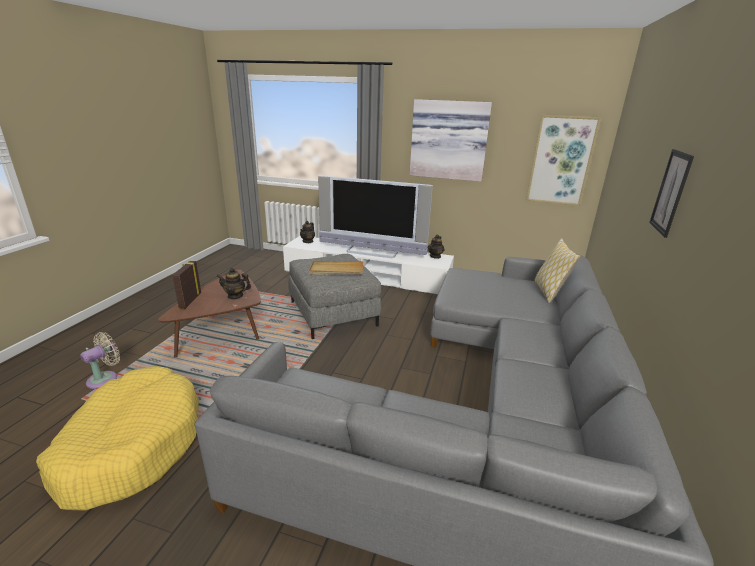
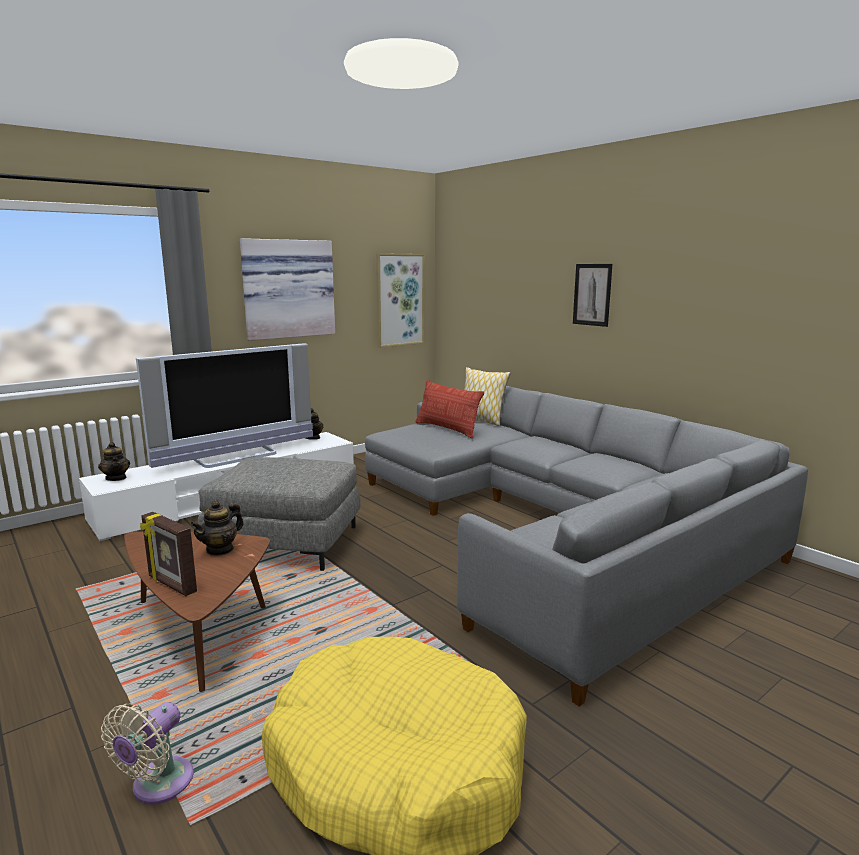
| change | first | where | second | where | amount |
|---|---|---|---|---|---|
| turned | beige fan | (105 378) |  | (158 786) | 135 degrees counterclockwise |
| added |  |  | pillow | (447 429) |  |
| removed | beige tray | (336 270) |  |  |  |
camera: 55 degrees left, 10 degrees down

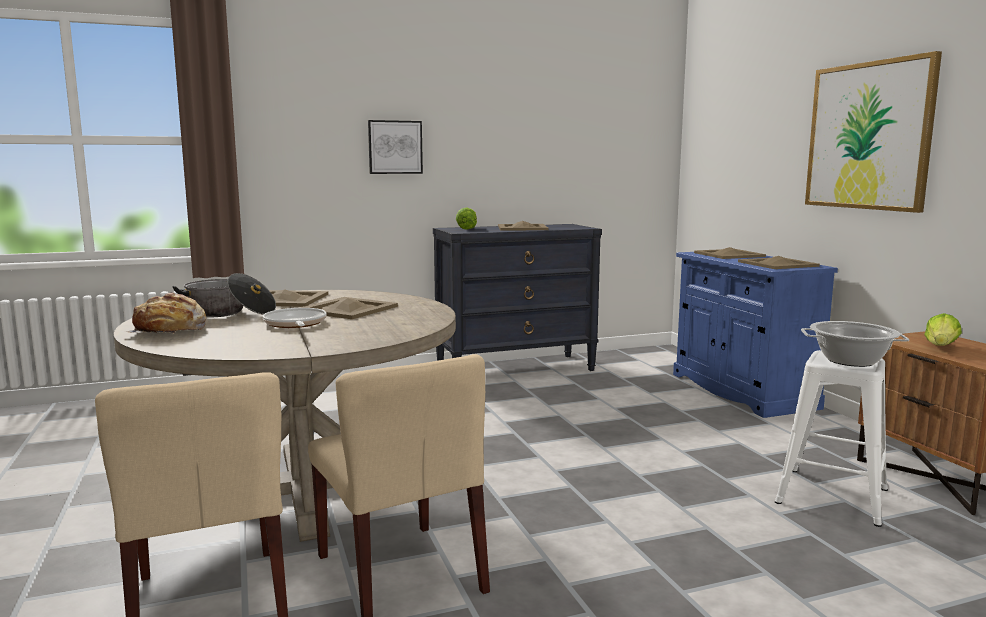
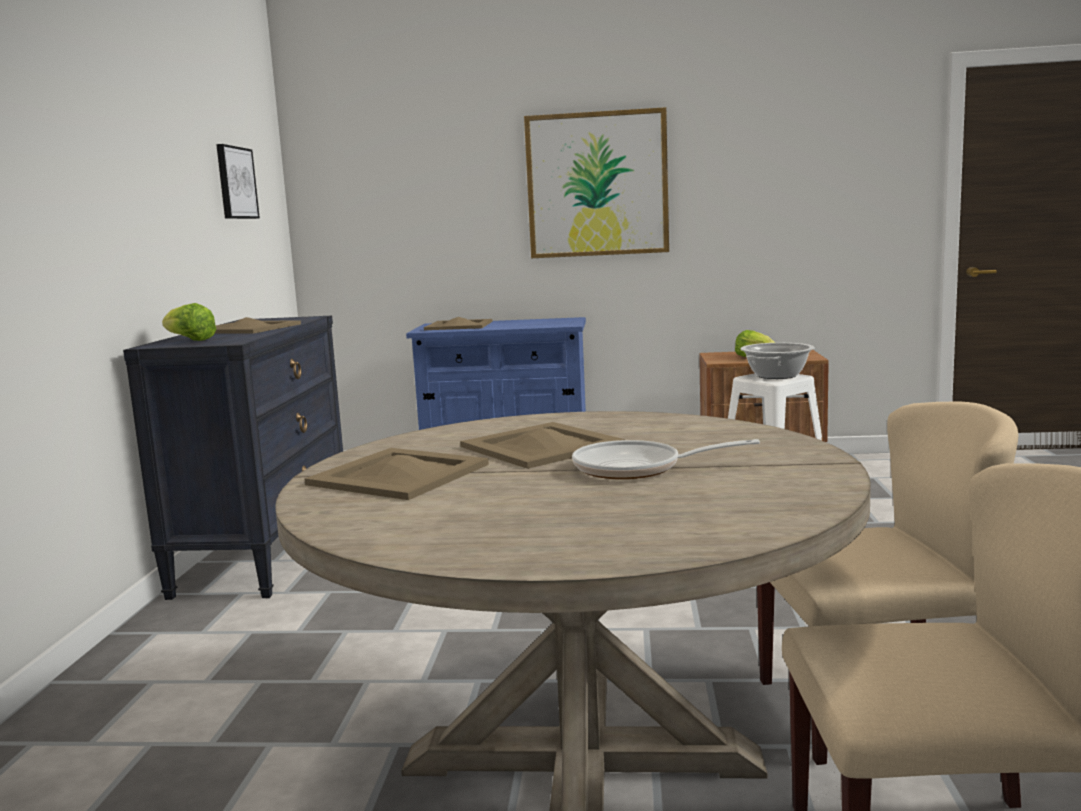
| change | first | where | second | where | amount |
|---|---|---|---|---|---|
| moved | picture | (395 147) |  | (235 183) |  |
| removed | bread | (170 330) |  |  |  |
| removed | cooking pot | (229 313) |  |  |  |
| removed | beige tray | (778 264) |  |  |  |
camera: 65 degrees left, 0 degrees up

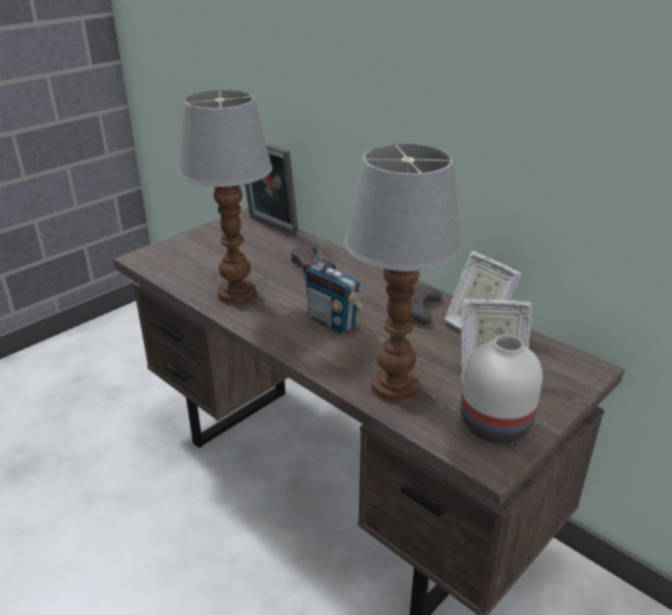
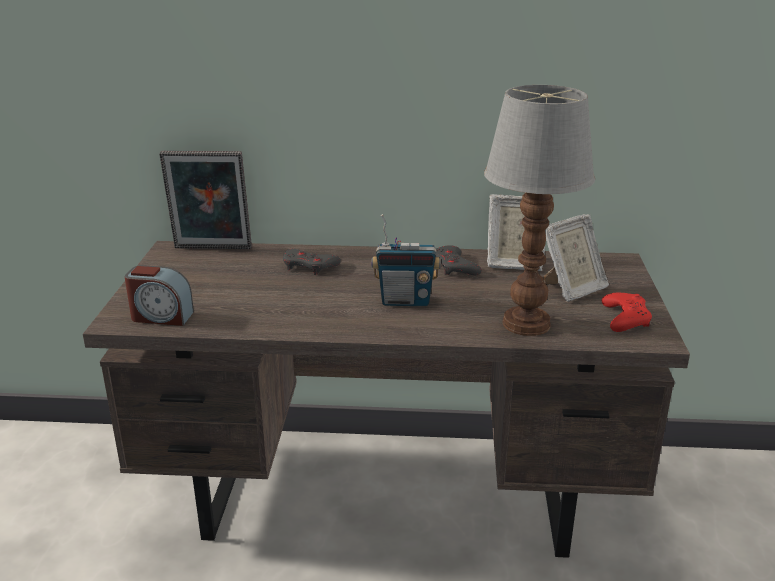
| change | first | where | second | where | amount |
|---|---|---|---|---|---|
| added |  |  | alarm clock | (161 316) |  |
| replaced | white vase | (495 426) | red game controller | (625 318) |  |
| removed | table lamp | (236 294) |  |  |  |
camera: 40 degrees left, 5 degrees down

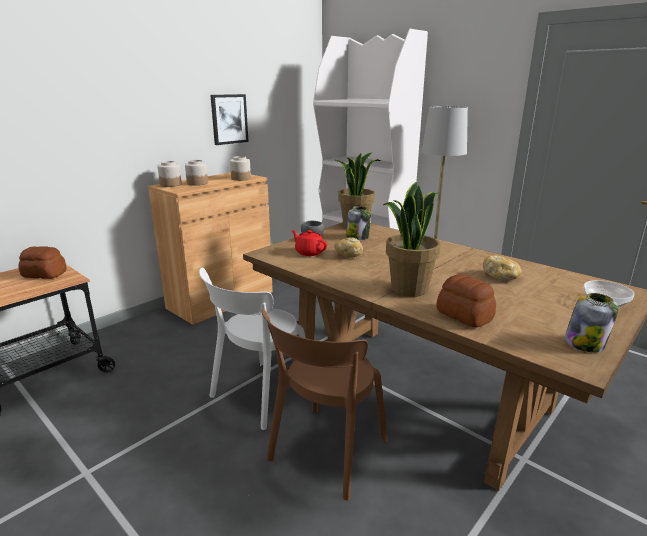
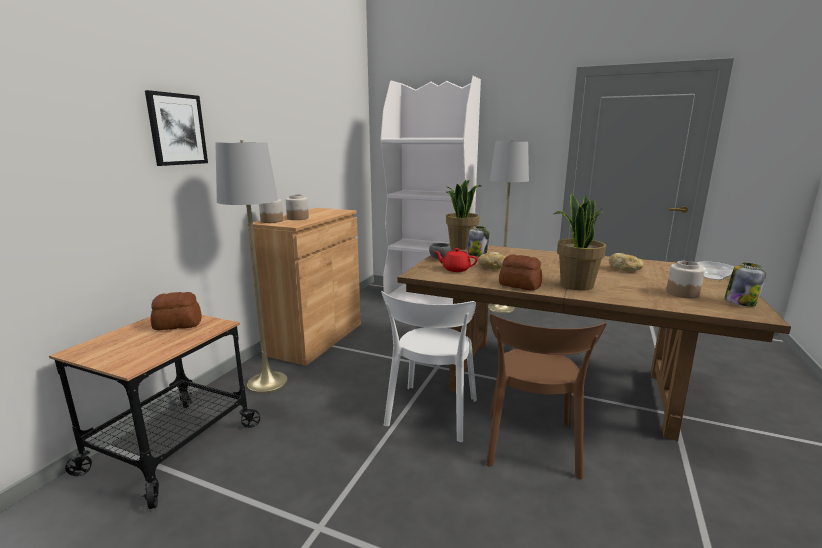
| change | first | where | second | where | amount |
|---|---|---|---|---|---|
| moved | picture | (229 119) |  | (177 129) |  |
| added |  |  | grey floor lamp | (267 382) |  |
| moved | bread | (464 315) |  | (519 285) |  |
| moved | jar | (241 178) |  | (682 293) |  |
camera: 20 degrees left, 5 degrees down

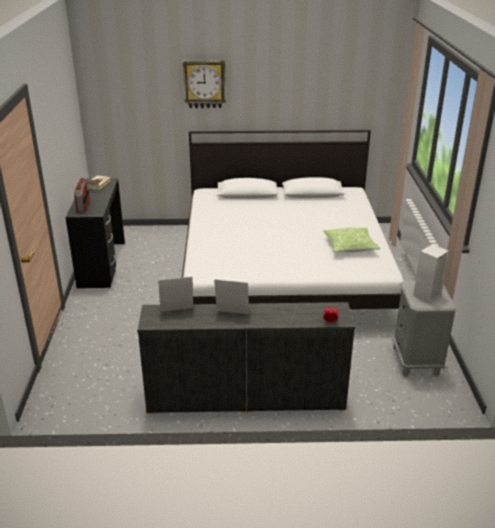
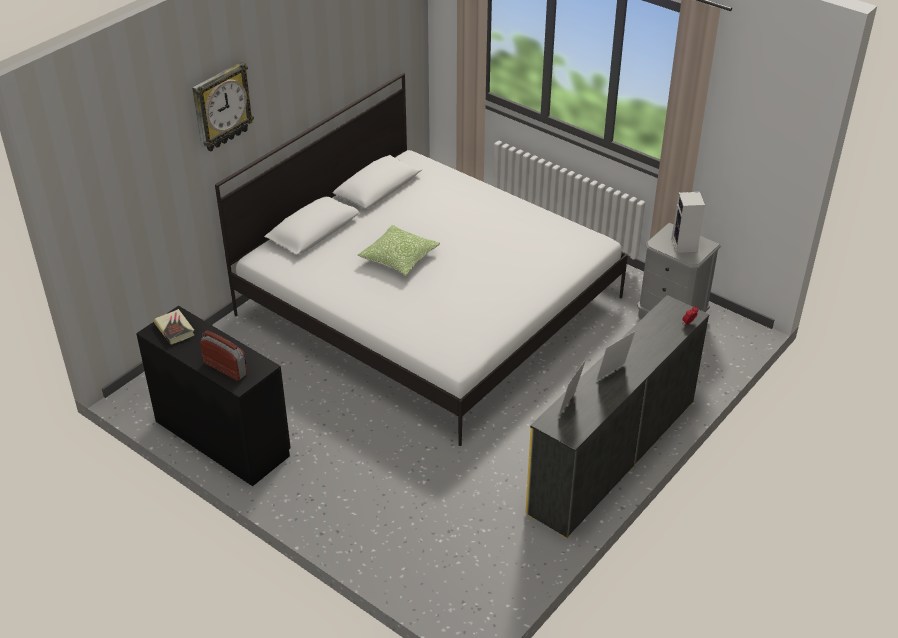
| change | first | where | second | where | amount |
|---|---|---|---|---|---|
| moved | pillow | (350 246) |  | (399 258) |  |
camera: 50 degrees left, 10 degrees up

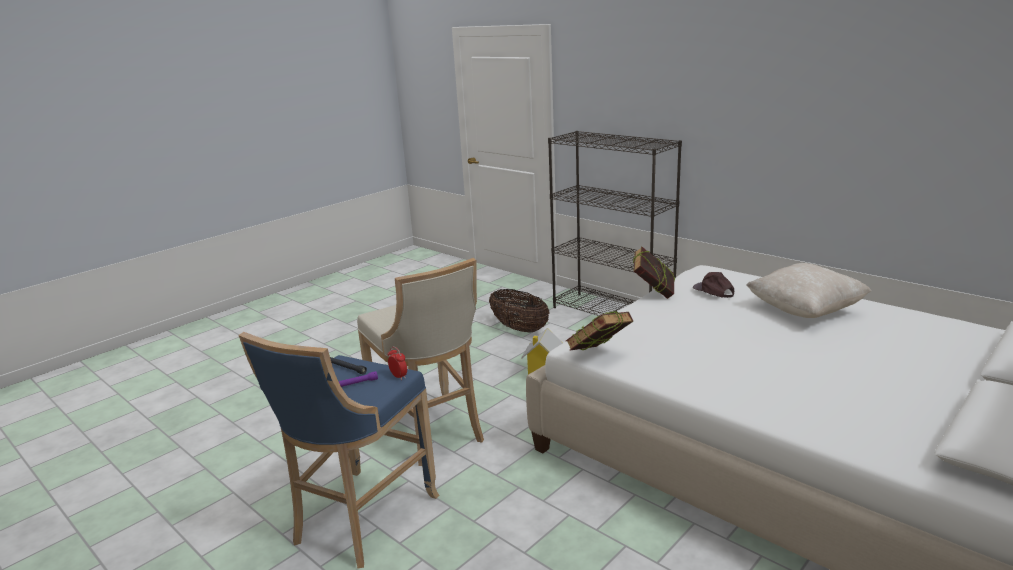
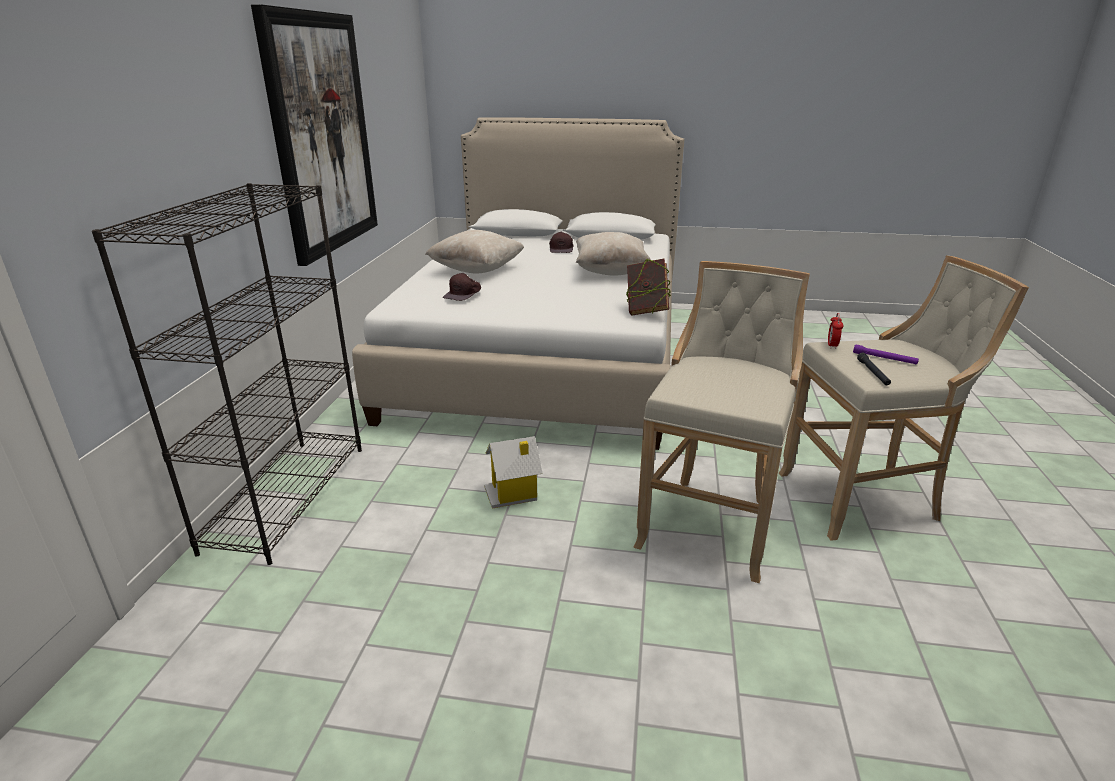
| change | first | where | second | where | amount |
|---|---|---|---|---|---|
| added |  |  | picture | (321 135) |  |
| added |  |  | brown cap | (561 249) |  |
| added |  |  | beige pillow | (610 272) |  |
| recoloured | blue stool | (360 520) | beige stool | (863 499) |  |
| removed | basket | (519 328) |  |  |  |
| removed | book | (653 293) |  |  |  |
camera: 125 degrees left, 5 degrees up

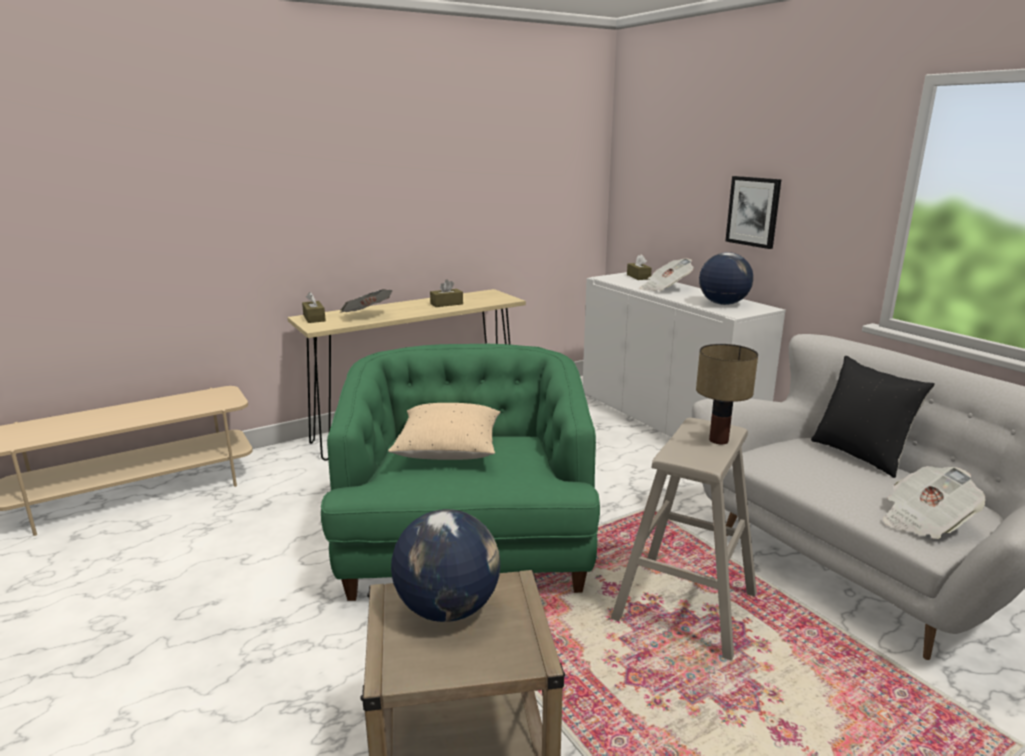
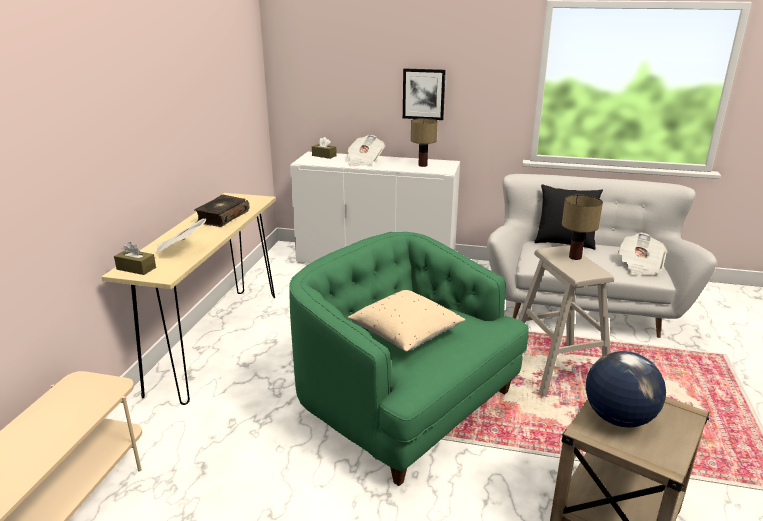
| change | first | where | second | where | amount |
|---|---|---|---|---|---|
| replaced | brown tissue box | (446 304) | book | (222 217) |  |
| replaced | globe | (722 304) | table lamp | (422 165) |  |
camera: 45 degrees left, 5 degrees up

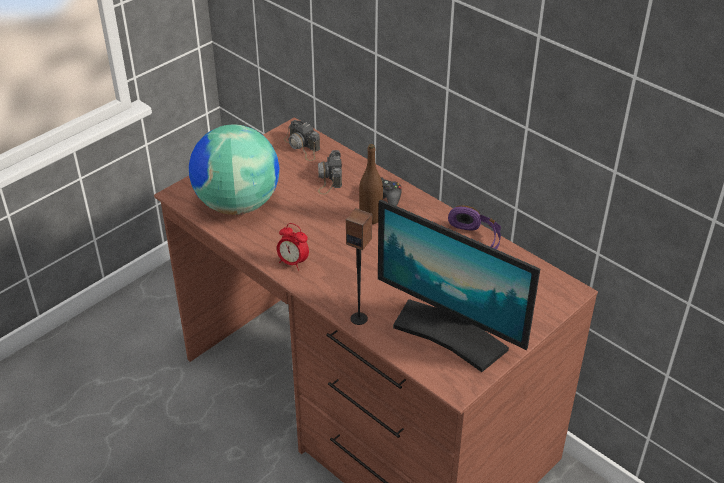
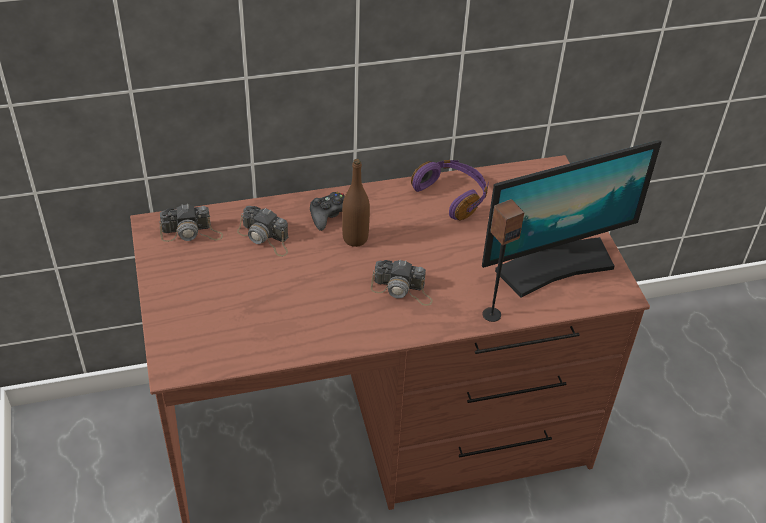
| change | first | where | second | where | amount |
|---|---|---|---|---|---|
| added |  |  | photo camera | (402 290) |  |
| removed | globe | (237 204) |  |  |  |
| removed | alarm clock | (293 263) |  |  |  |
camera: 60 degrees left, 5 degrees up

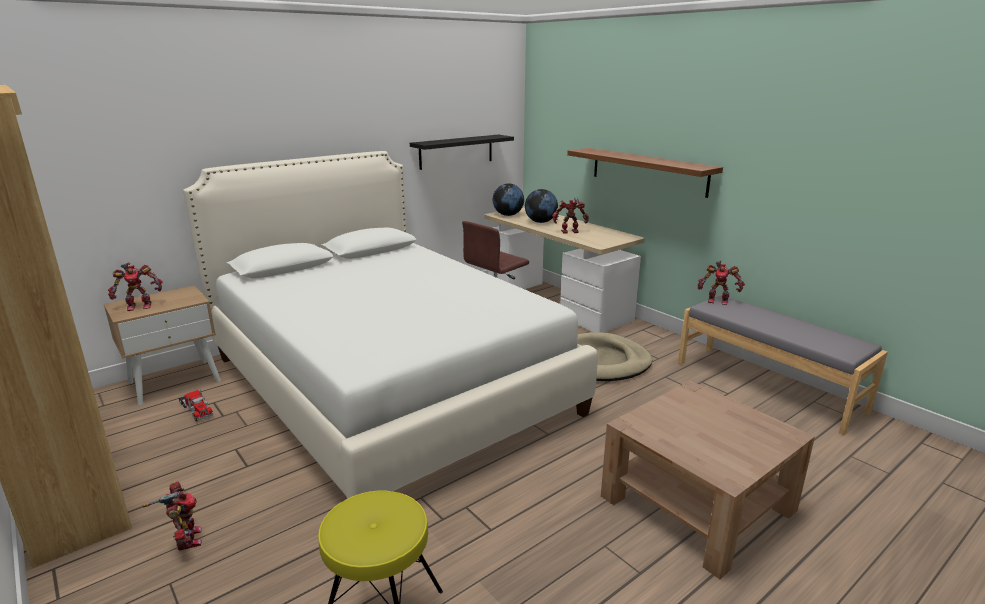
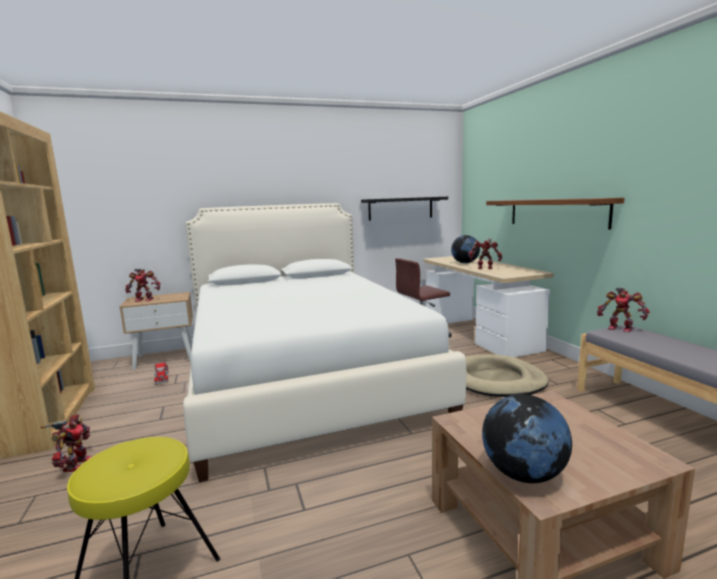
| change | first | where | second | where | amount |
|---|---|---|---|---|---|
| moved | globe | (508 215) |  | (523 474) |  |
camera: 20 degrees right, 10 degrees down

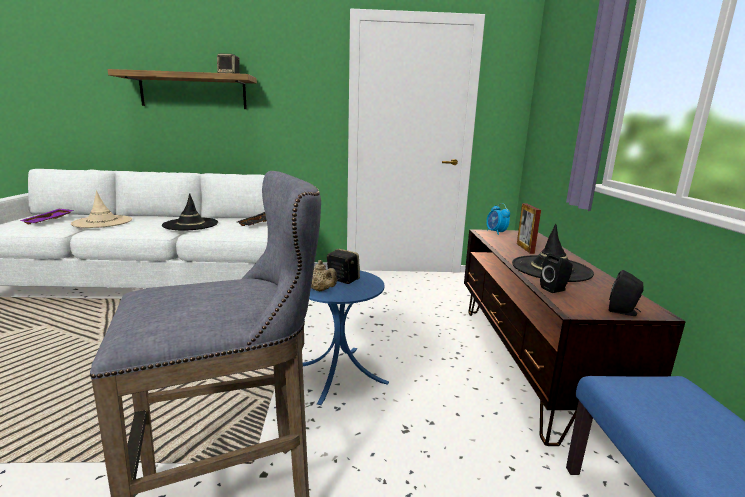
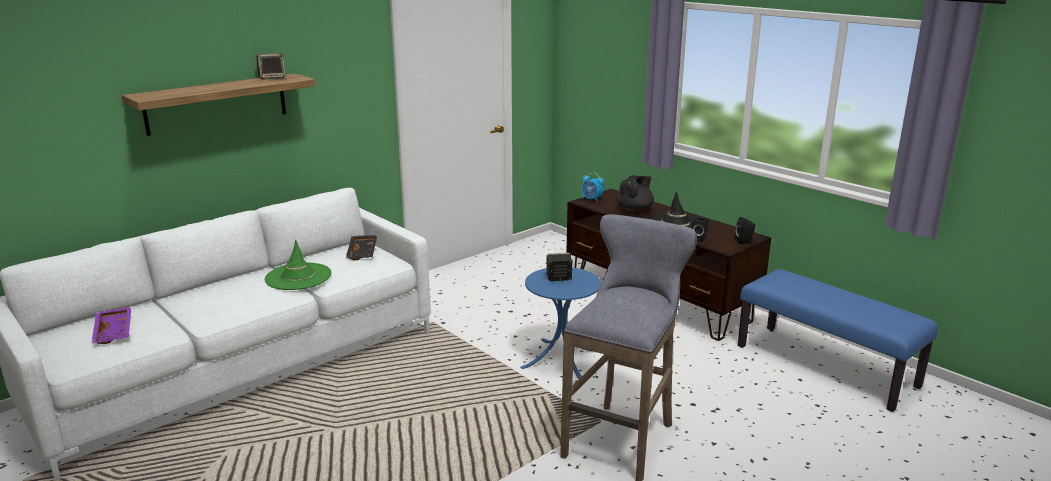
| change | first | where | second | where | amount |
|---|---|---|---|---|---|
| recoloured | black hat | (190 224) | green hat | (298 277) |  |
| replaced | picture frame | (525 248) | black teapot | (635 210) |  |
| removed | beige hat | (102 222) |  |  |  |
| removed | beige teapot | (320 290) |  |  |  |
camera: 40 degrees left, 5 degrees up

